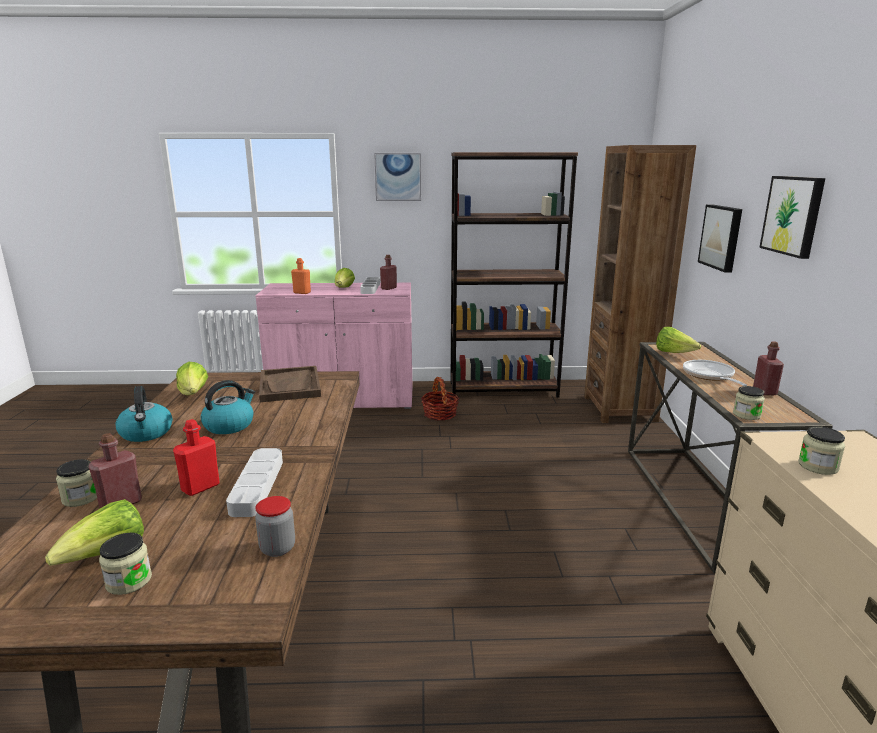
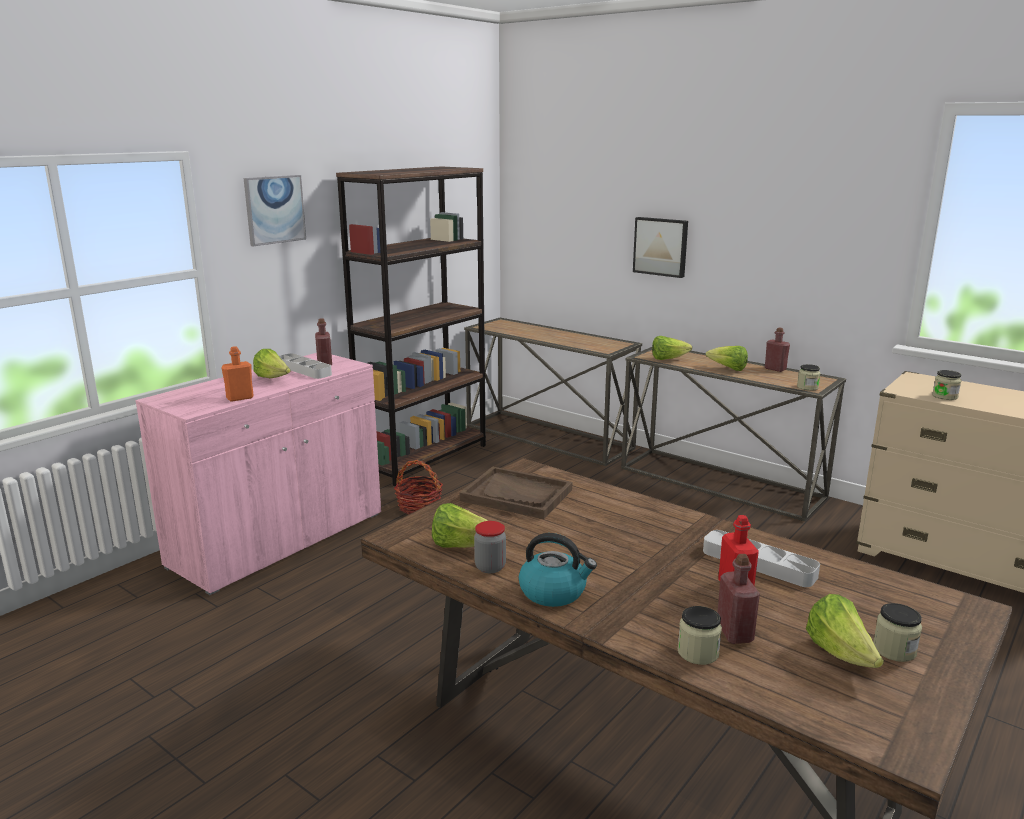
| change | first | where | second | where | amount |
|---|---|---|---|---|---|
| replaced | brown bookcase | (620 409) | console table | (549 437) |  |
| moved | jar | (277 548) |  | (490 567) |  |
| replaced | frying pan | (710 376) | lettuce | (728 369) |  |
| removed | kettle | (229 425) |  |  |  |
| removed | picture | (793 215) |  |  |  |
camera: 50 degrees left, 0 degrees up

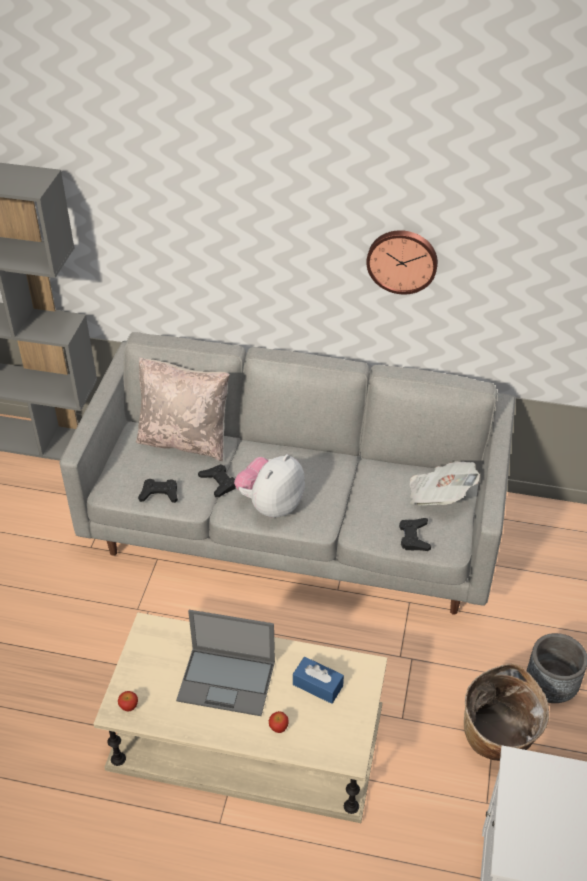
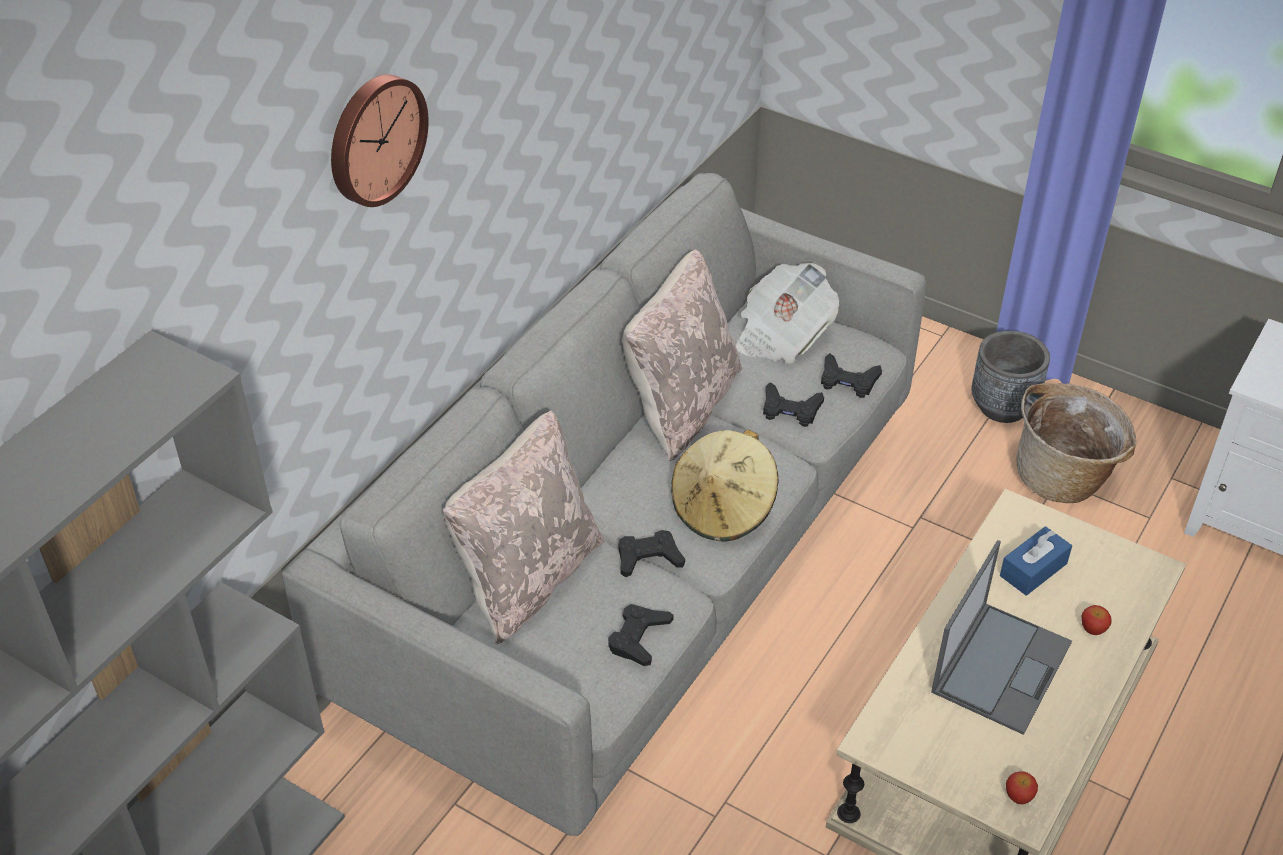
| change | first | where | second | where | amount |
|---|---|---|---|---|---|
| moved | wall clock | (402 260) |  | (374 138) |  |
| added |  |  | beige pillow | (681 405) |  |
| replaced | plush toy | (271 505) | beige hat | (723 509) |  |
| added |  |  | black game controller | (790 410) |  |
camera: 70 degrees left, 0 degrees up

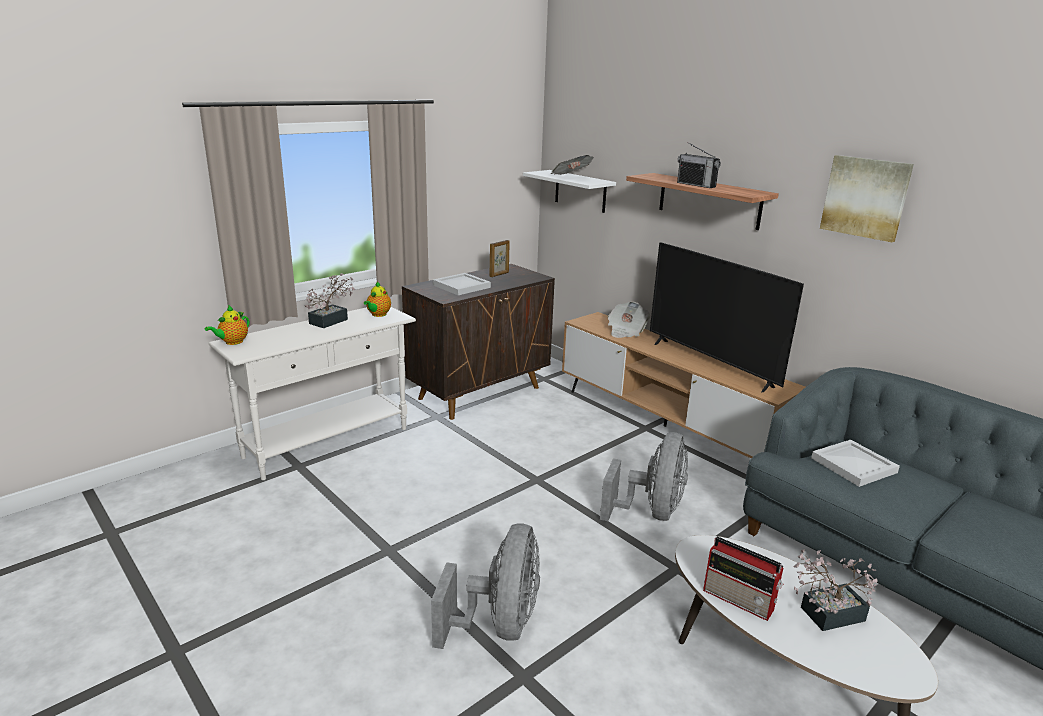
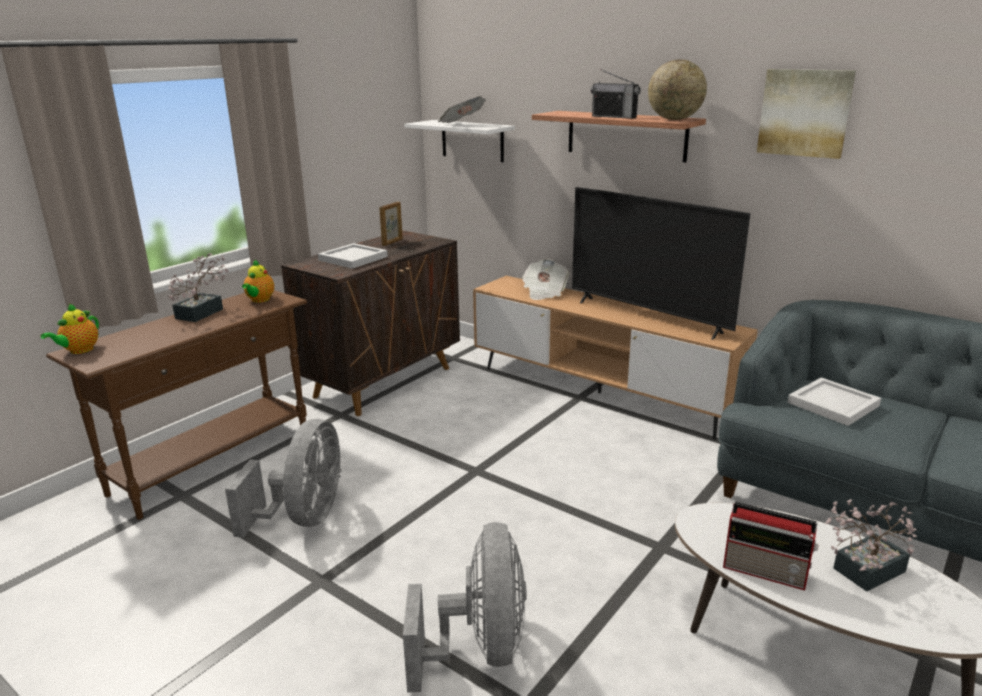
| change | first | where | second | where | amount |
|---|---|---|---|---|---|
| recoloured | white console table | (328 443) | brown console table | (214 462) |  |
| moved | grey fan | (651 512) |  | (304 517) |  |
| added |  |  | globe | (674 119) |  |
camera: 10 degrees left, 0 degrees up

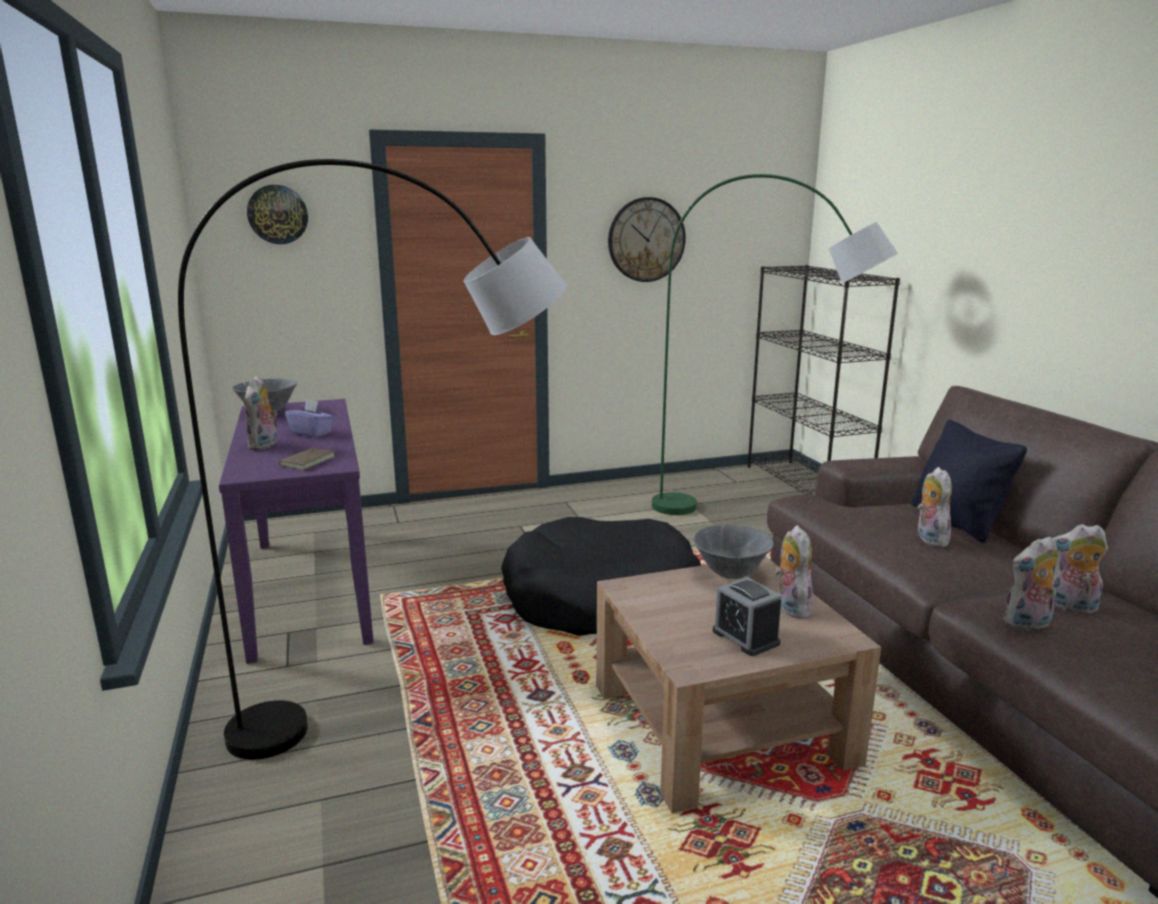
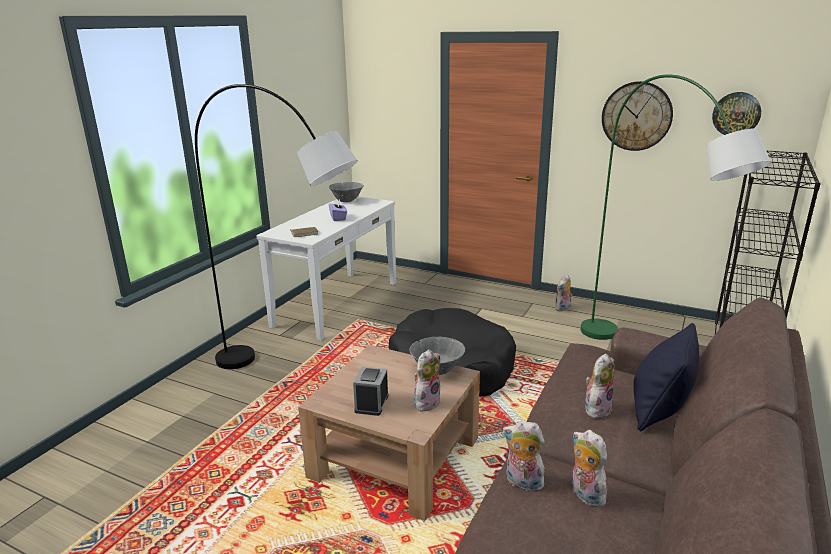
| change | first | where | second | where | amount |
|---|---|---|---|---|---|
| recoloured | purple console table | (309 589) | white console table | (336 303) |  |
| moved | plush toy | (264 445) |  | (563 309) |  |
| moved | wall clock | (278 214) |  | (736 114) |  |
camera: 45 degrees right, 5 degrees up

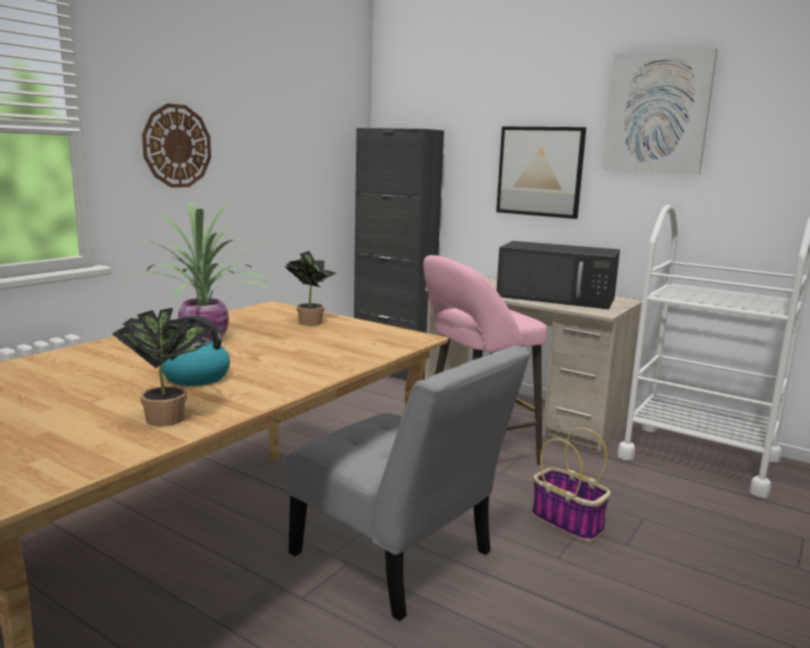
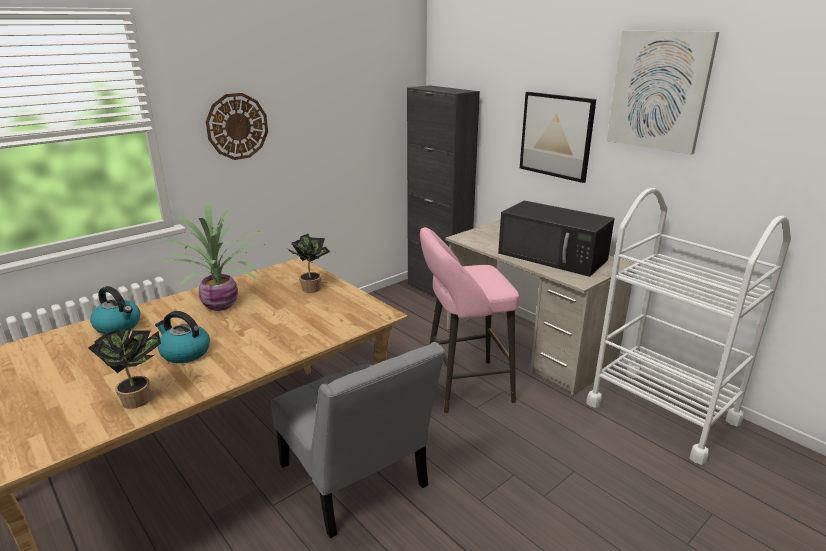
| change | first | where | second | where | amount |
|---|---|---|---|---|---|
| added |  |  | kettle | (119 326) |  |
| removed | basket | (568 522) |  |  |  |
camera: 15 degrees right, 10 degrees up

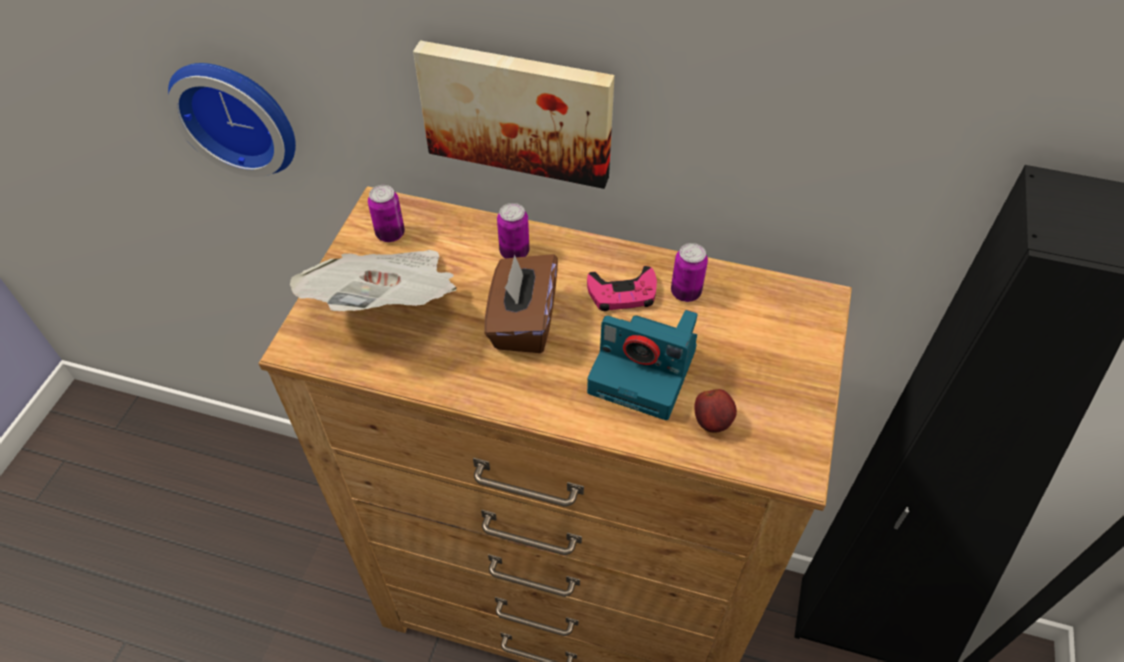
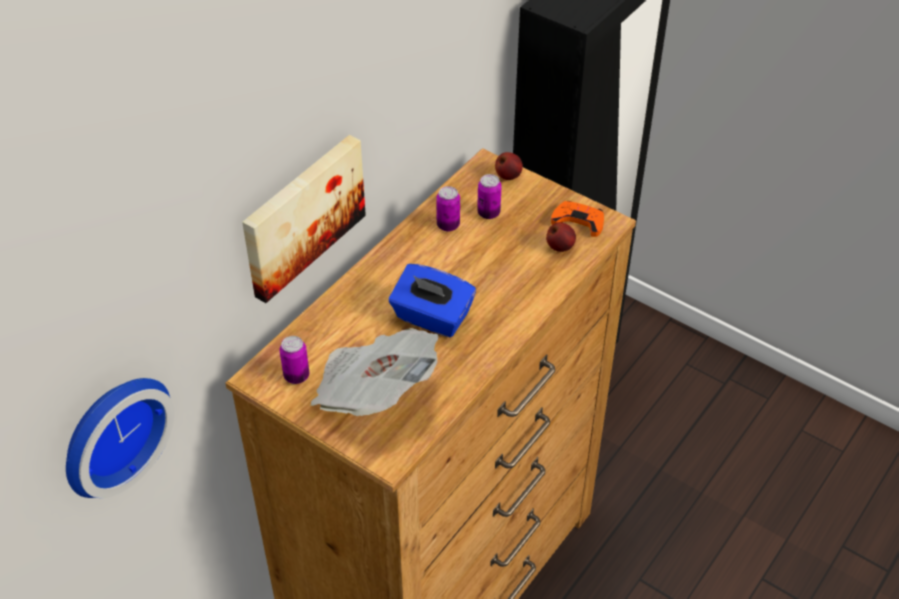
| change | first | where | second | where | amount |
|---|---|---|---|---|---|
| recoloured | brown tissue box | (522 322) | blue tissue box | (432 317) |  |
| moved | can | (514 252) |  | (488 213) |  |
| added |  |  | apple | (508 176) |  |
| added |  |  | orange game controller | (578 221) |  |
| removed | pink game controller | (622 293) |  |  |  |
| removed | photo camera | (645 371) |  |  |  |
camera: 70 degrees left, 5 degrees down

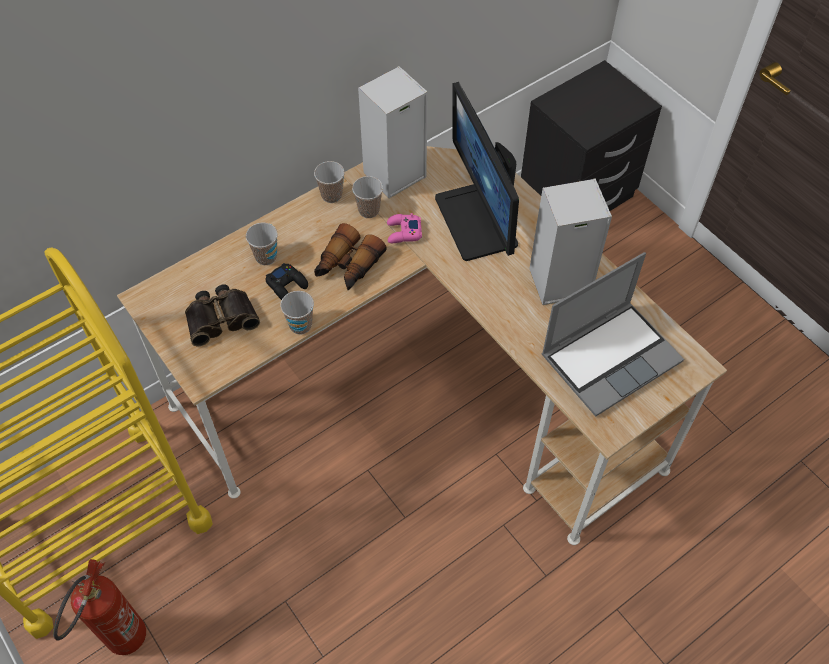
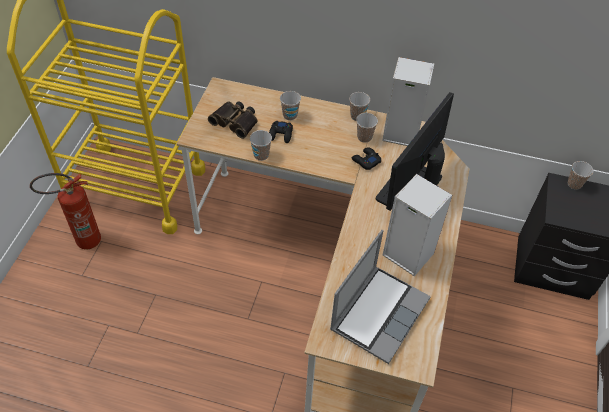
| change | first | where | second | where | amount |
|---|---|---|---|---|---|
| turned | laptop | (611 357) |  | (379 312) | 75 degrees counterclockwise |
| recoloured | pink game controller | (403 232) | black game controller | (366 161) |  |
| added |  |  | cup | (574 184) |  |
| removed | binoculars | (347 266) |  |  |  |
camera: 50 degrees right, 5 degrees down

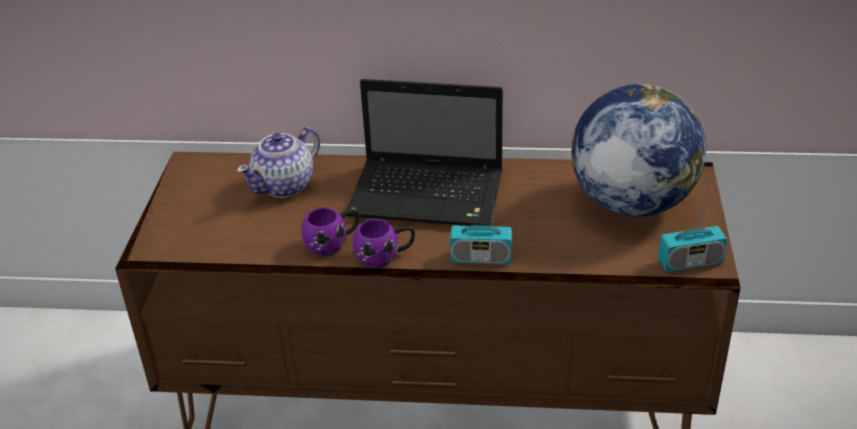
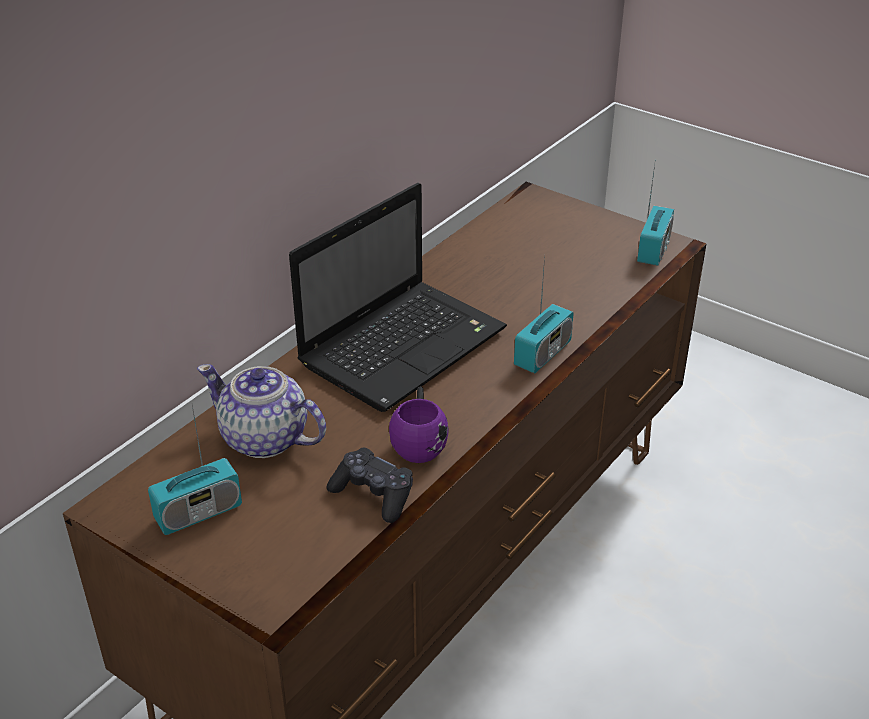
| change | first | where | second | where | amount |
|---|---|---|---|---|---|
| added |  |  | radio | (198 513) |  |
| turned | teapot | (285 185) |  | (265 439) | 135 degrees clockwise |
| added |  |  | black game controller | (373 494) |  |
| removed | purple mug | (385 256) |  |  |  |
| removed | globe | (631 202) |  |  |  |
camera: 60 degrees left, 0 degrees up

